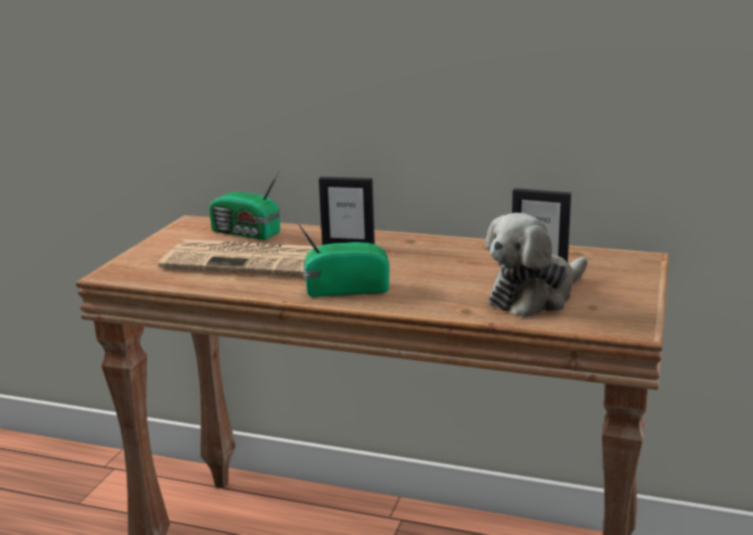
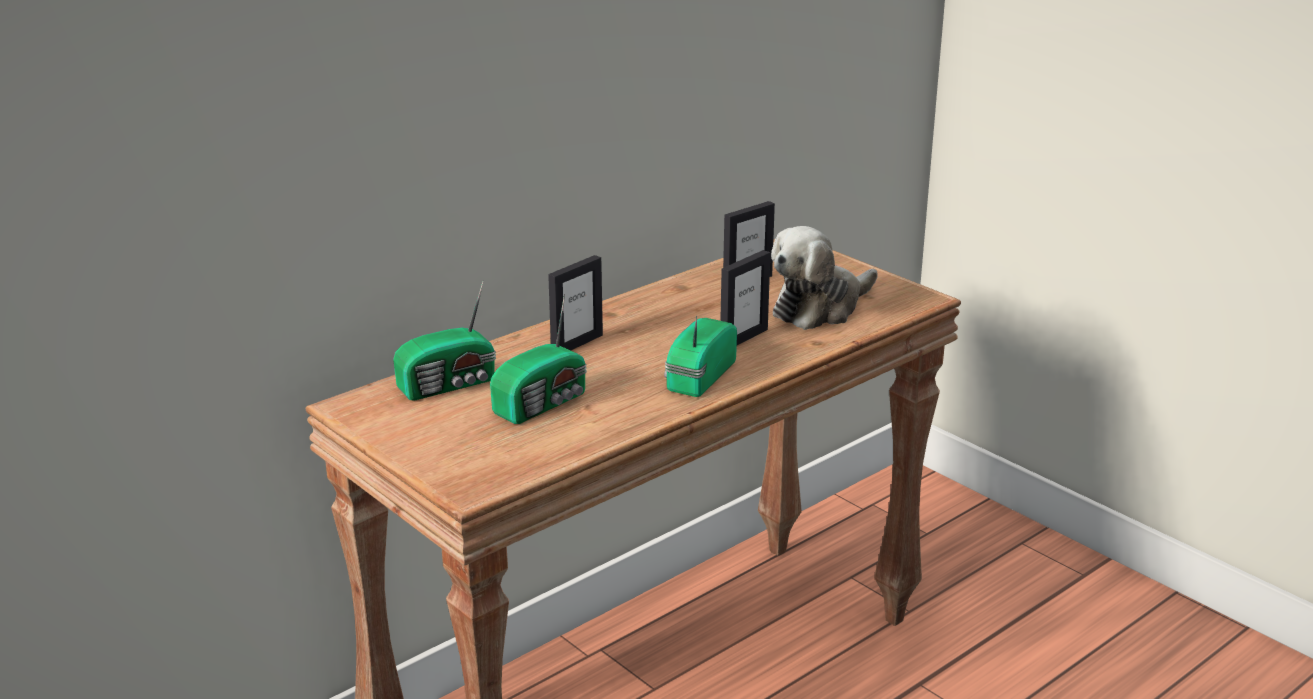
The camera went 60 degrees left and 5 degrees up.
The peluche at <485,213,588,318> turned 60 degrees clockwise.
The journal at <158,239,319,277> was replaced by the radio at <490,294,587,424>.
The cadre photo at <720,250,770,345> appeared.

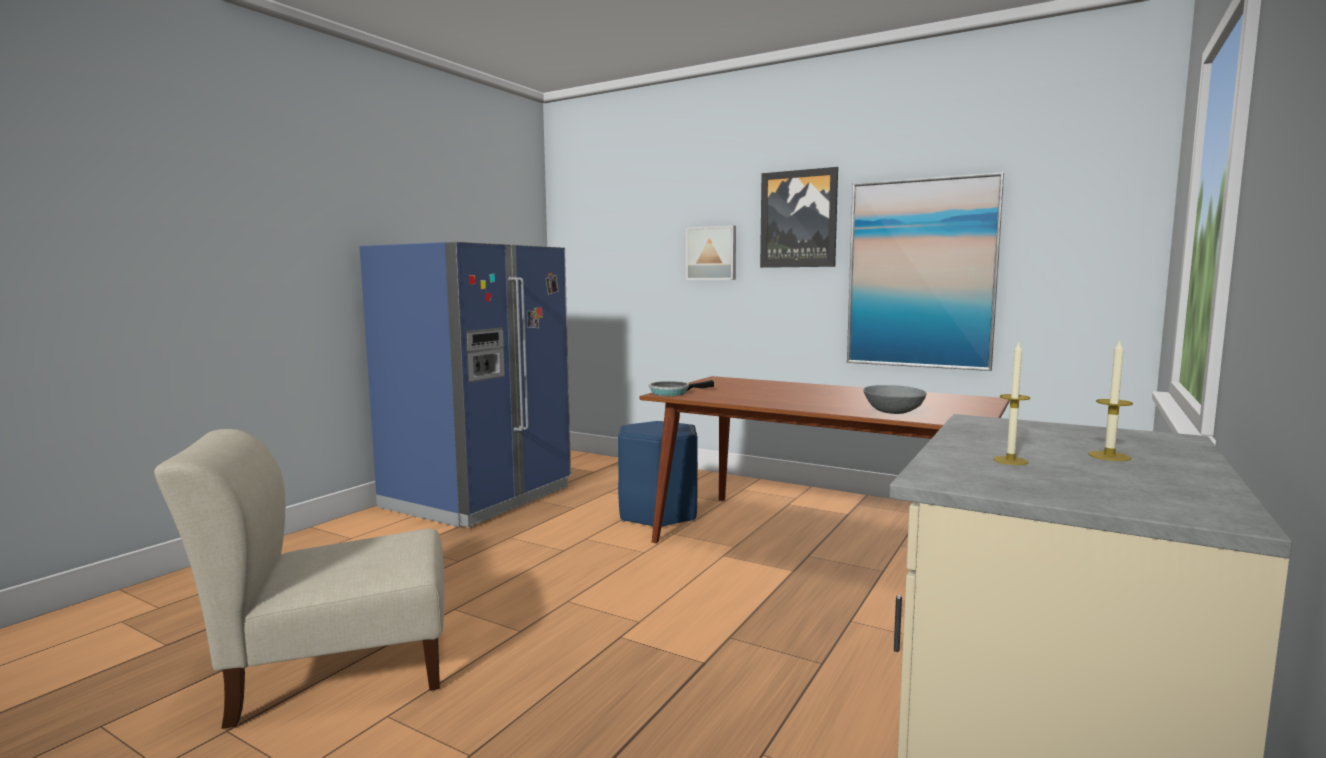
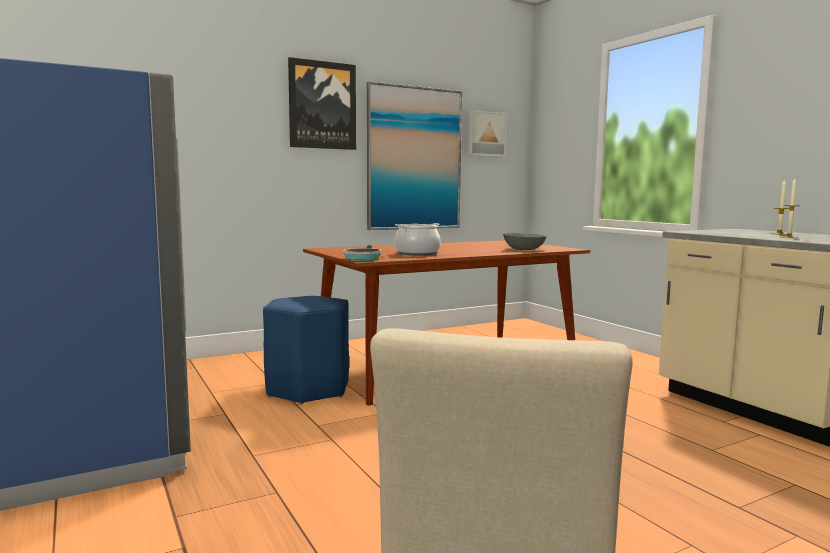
The camera went 60 degrees left and 0 degrees up.
The tableau moved from <686,225,736,280> to <468,110,507,157>.
The marmite at <394,223,441,256> appeared.

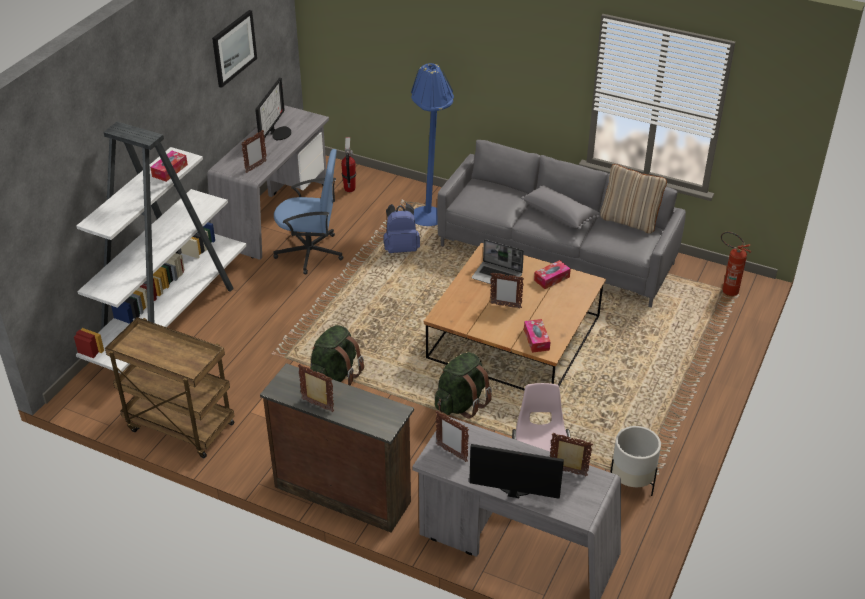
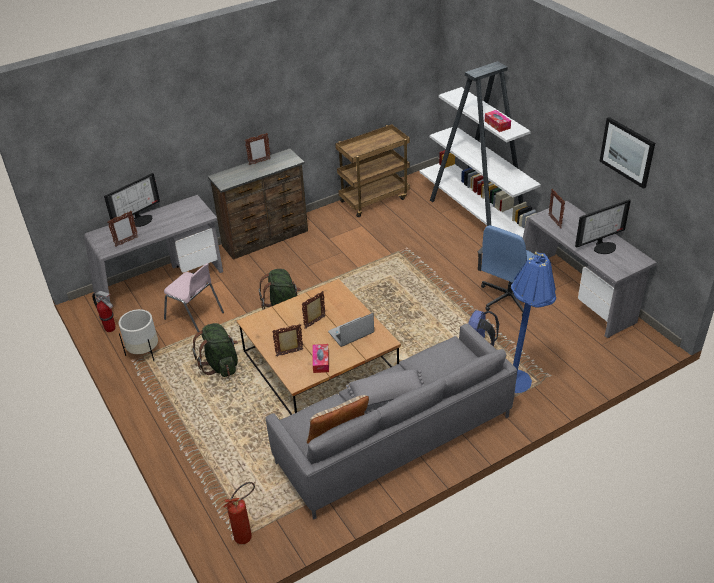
The camera went 125 degrees right and 0 degrees up.
The écran d'ordinateur at <255,78,291,140> turned 75 degrees counterclockwise.
The extincteur moved from <341,137,356,192> to <92,291,115,332>.
The boîte à mouchoirs at <524,319,550,353> disappeared.
The sac à dos (vert) moved from <310,325,364,385> to <192,323,238,377>.
The cadre photo moved from <436,411,469,462> to <272,324,303,357>.

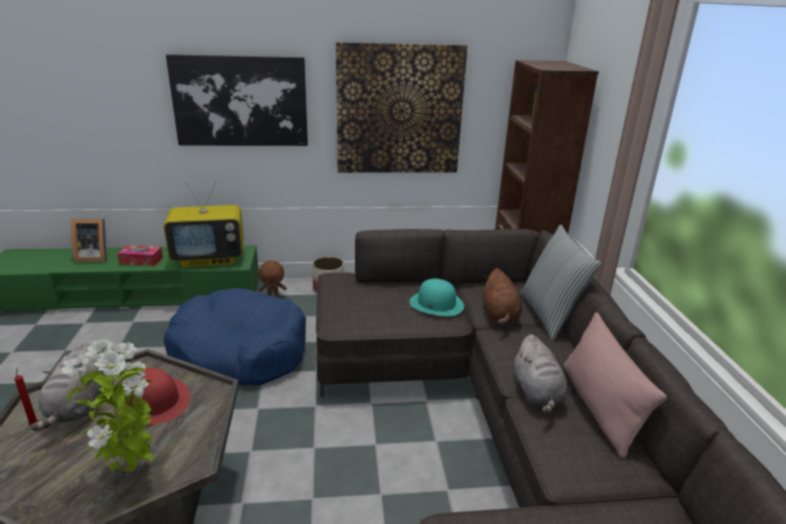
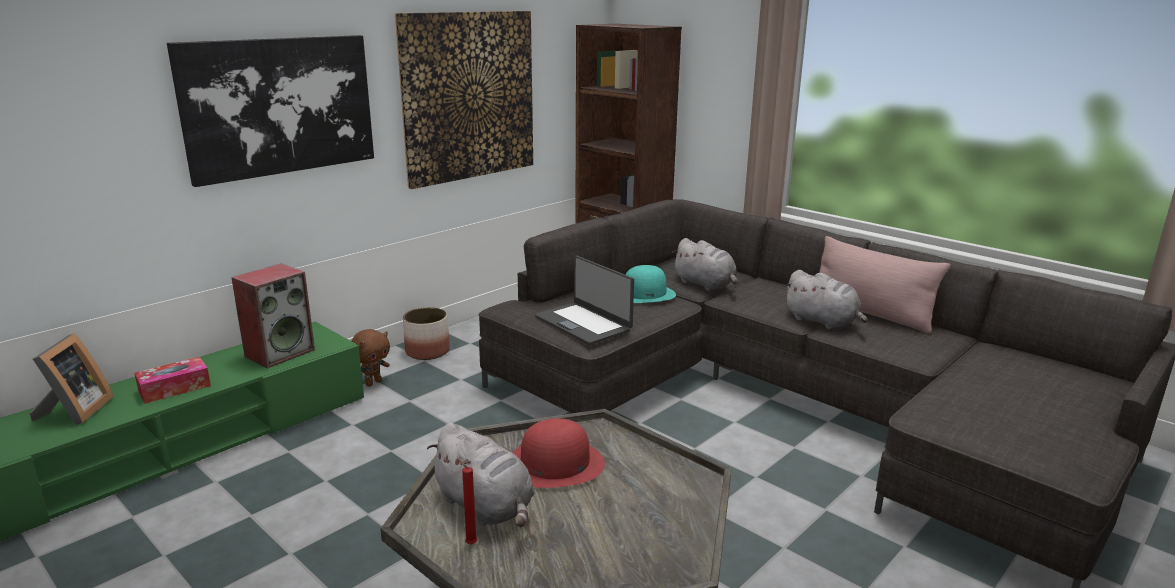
The camera went 40 degrees left and 5 degrees down.
The téléviseur at <164,182,244,268> was replaced by the enceinte at <231,263,315,369>.
The cadre photo at <71,219,107,262> turned 45 degrees counterclockwise.
The coussin at <520,225,602,341> disappeared.
The peluche (marron) at <483,268,522,325> became the peluche (gris) at <672,238,738,291>.
The panier pour chien (bleu) at <164,288,306,385> disappeared.
The plante en pot at <61,340,153,475> disappeared.
The ordinateur portable at <535,256,634,345> appeared.

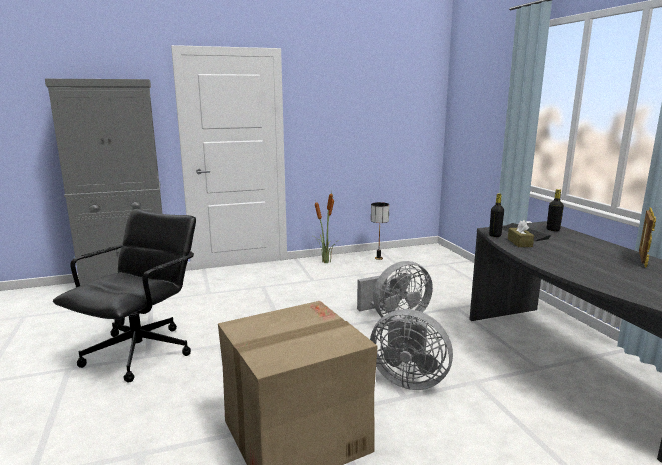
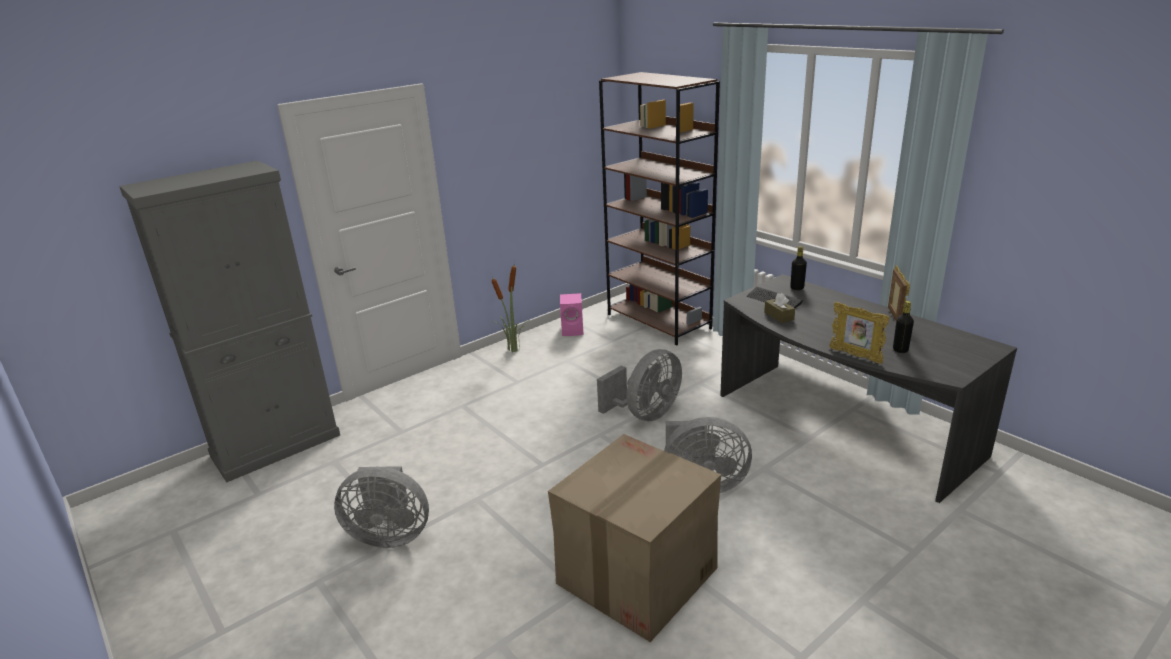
The camera went 20 degrees left and 10 degrees up.
The bouteille (noir) moved from <489,193,504,237> to <893,301,914,353>.
The lampe de table at <371,202,389,260> was replaced by the enceinte (rose) at <560,293,584,336>.
The chaise de bureau (noir) at <53,209,196,382> was replaced by the ventilateur (gris) at <334,466,429,548>.
The bibliothèque (marron) at <599,72,720,346> appeared.
The cadre photo at <829,302,890,364> appeared.

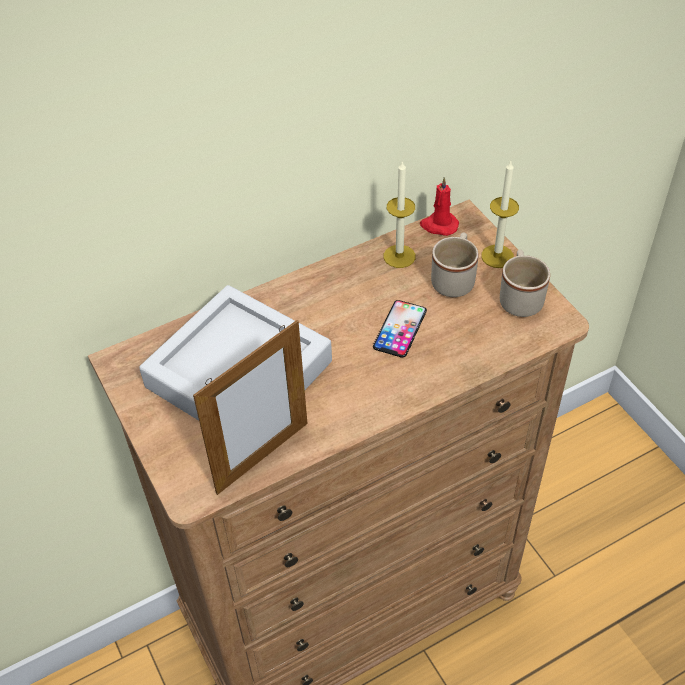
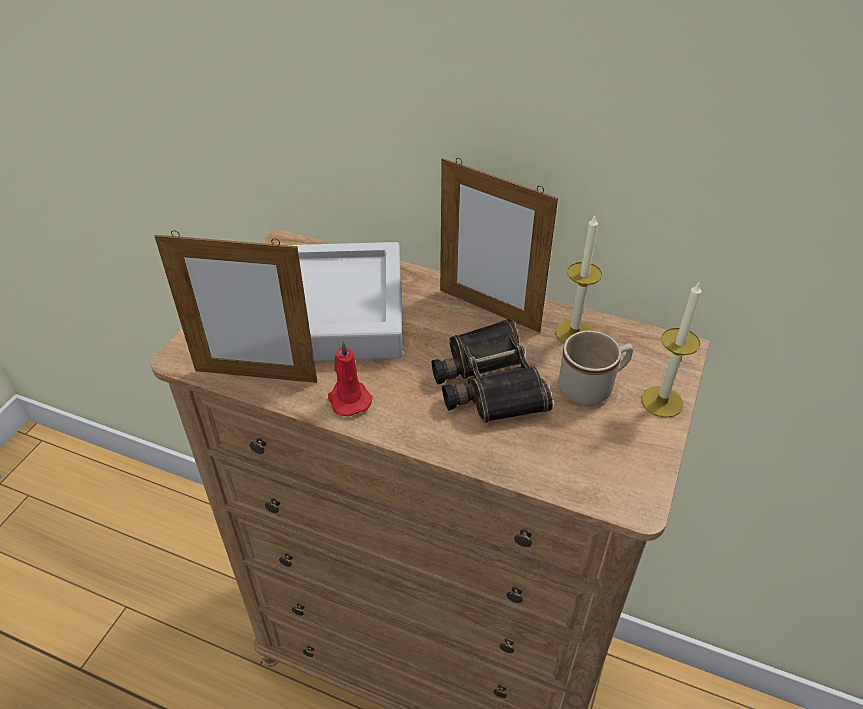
The camera went 50 degrees right and 5 degrees down.
The bougie (rouge) moved from <420,177,459,236> to <328,340,373,416>.
The mug (beige) at <500,250,550,317> disappeared.
The téléphone at <373,300,427,358> was replaced by the jumelles at <432,319,553,423>.
The cadre photo at <440,158,558,333> appeared.

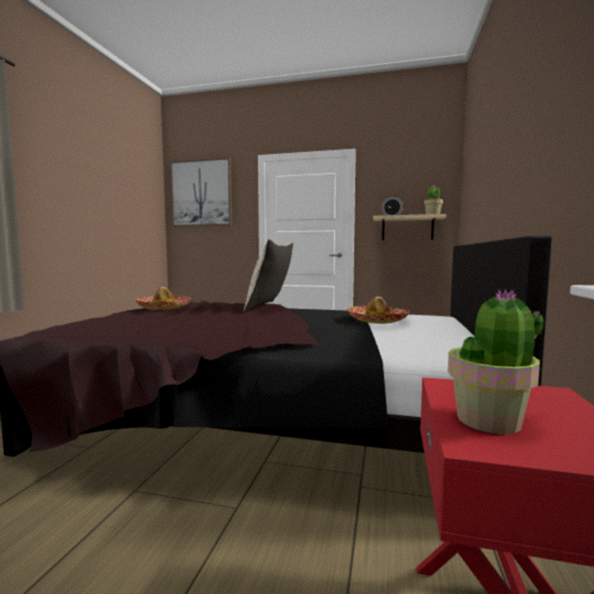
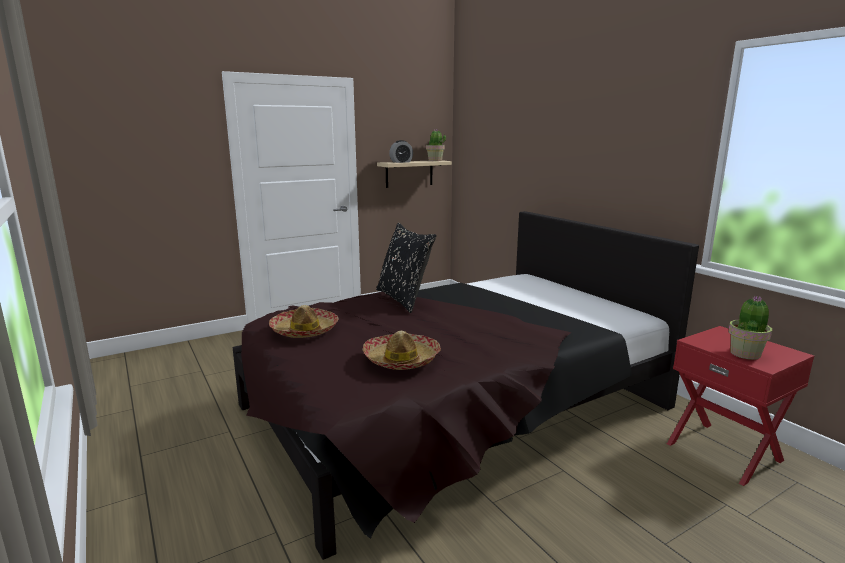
The camera went 45 degrees left and 10 degrees up.
The tableau at <170,158,232,226> disappeared.
The coussin (beige) at <244,239,293,312> became the coussin (noir) at <376,223,436,313>.
The chapeau moved from <347,297,410,324> to <363,331,441,370>.

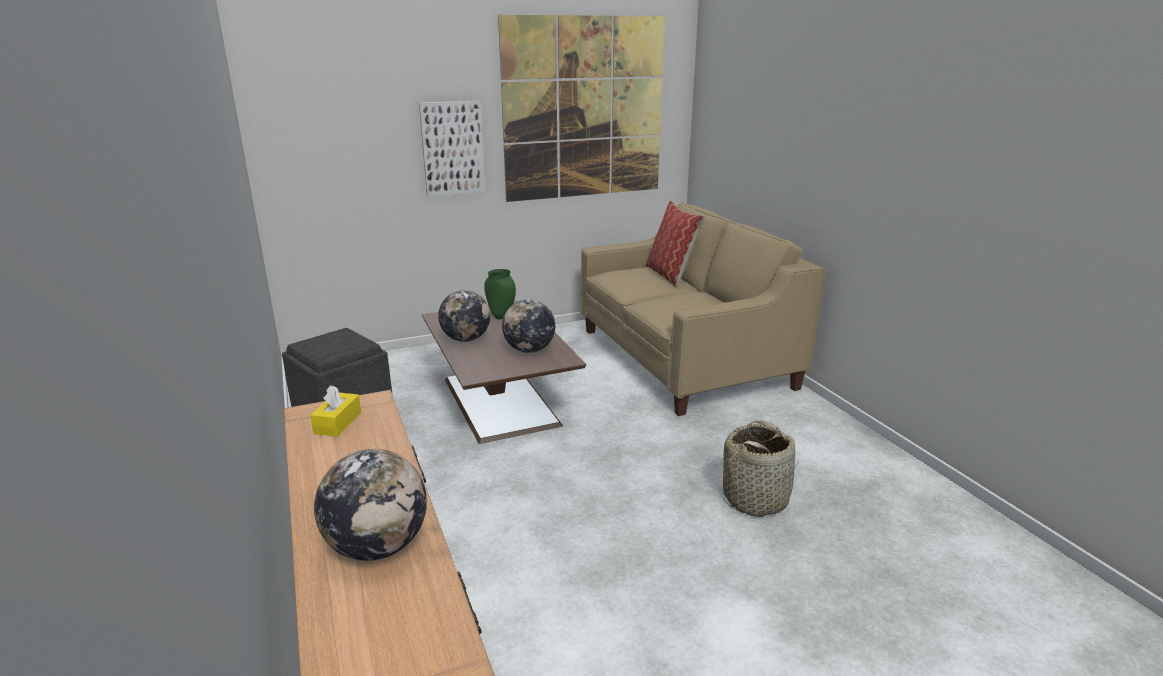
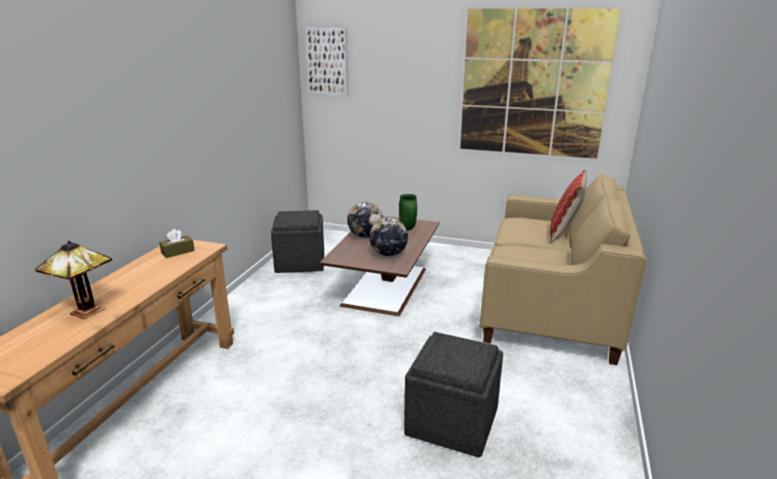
The camera went 40 degrees right and 0 degrees up.
The tableau moved from <419,101,485,197> to <306,28,348,96>.
The boîte à mouchoirs (jaune) at <310,385,361,437> became the boîte à mouchoirs (marron) at <159,229,195,258>.
The panier at <723,420,798,517> was replaced by the pouf (gris) at <404,332,503,457>.
The globe at <314,449,427,561> was replaced by the lampe de table at <35,241,112,319>.

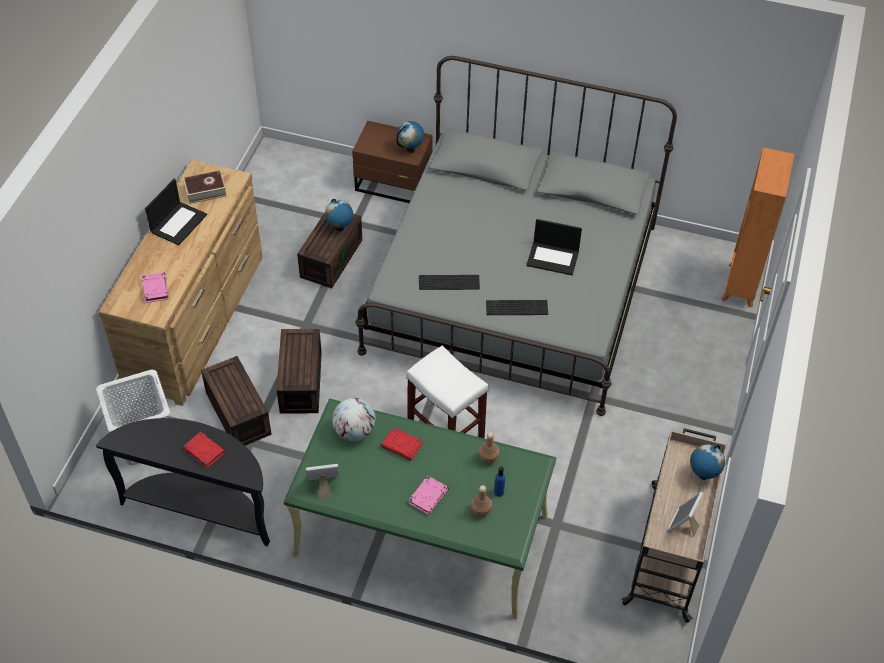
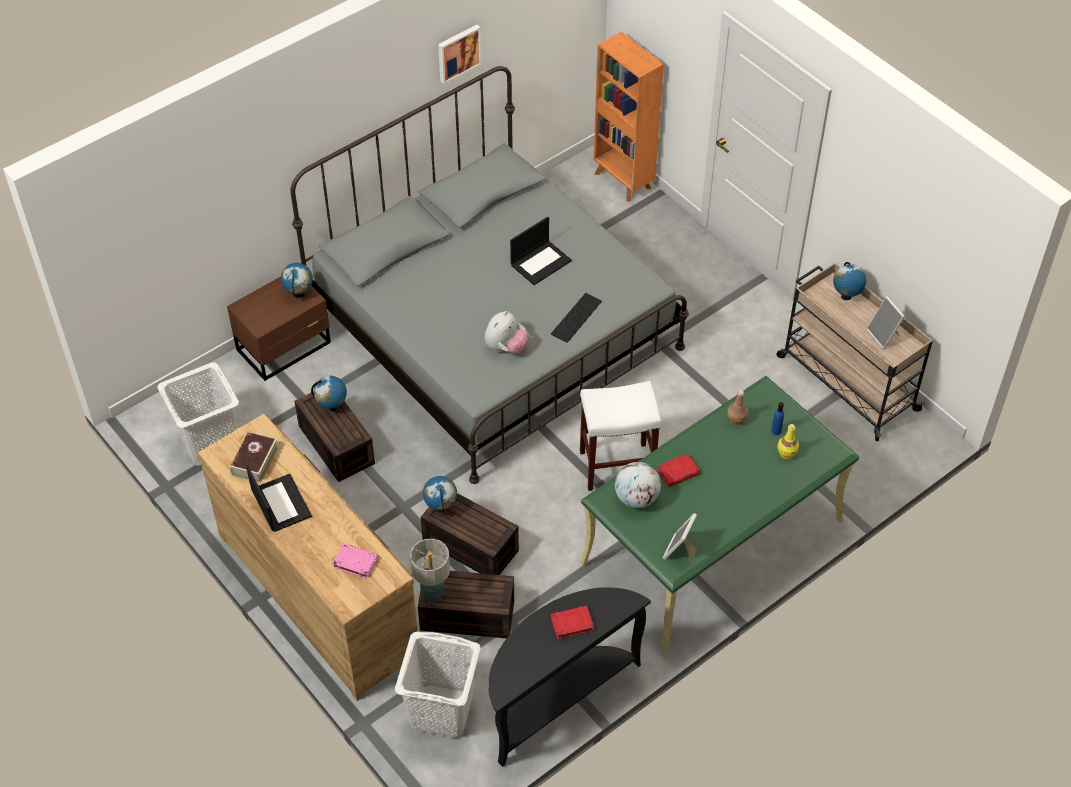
The camera went 55 degrees left and 0 degrees up.
The clavier at <419,275,480,290> was replaced by the peluche at <484,311,529,354>.
The livre (rose) at <408,476,449,515> disappeared.
The bouteille (marron) at <471,485,492,518> became the bouteille (jaune) at <777,424,799,459>.
The tableau at <438,25,482,84> appeared.
The panier à linge (blanc) at <158,362,239,466> appeared.
The globe at <423,476,457,513> appeared.
The lampe de table at <410,539,450,603> appeared.

